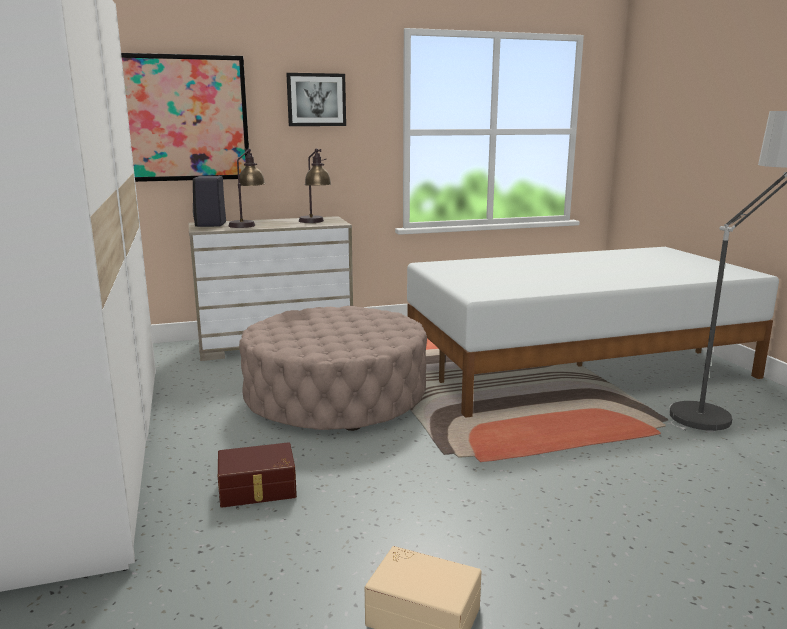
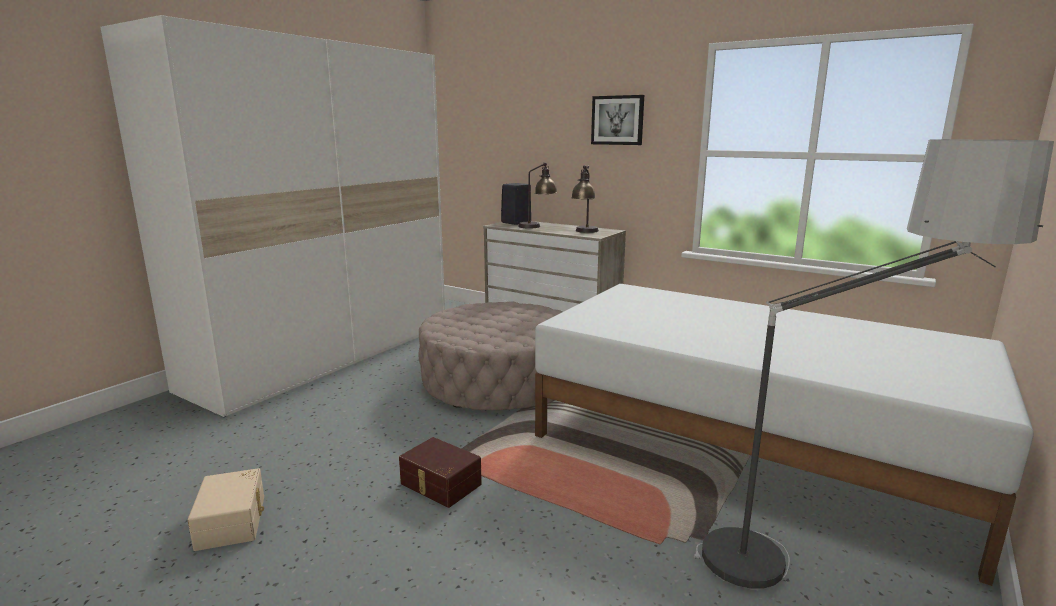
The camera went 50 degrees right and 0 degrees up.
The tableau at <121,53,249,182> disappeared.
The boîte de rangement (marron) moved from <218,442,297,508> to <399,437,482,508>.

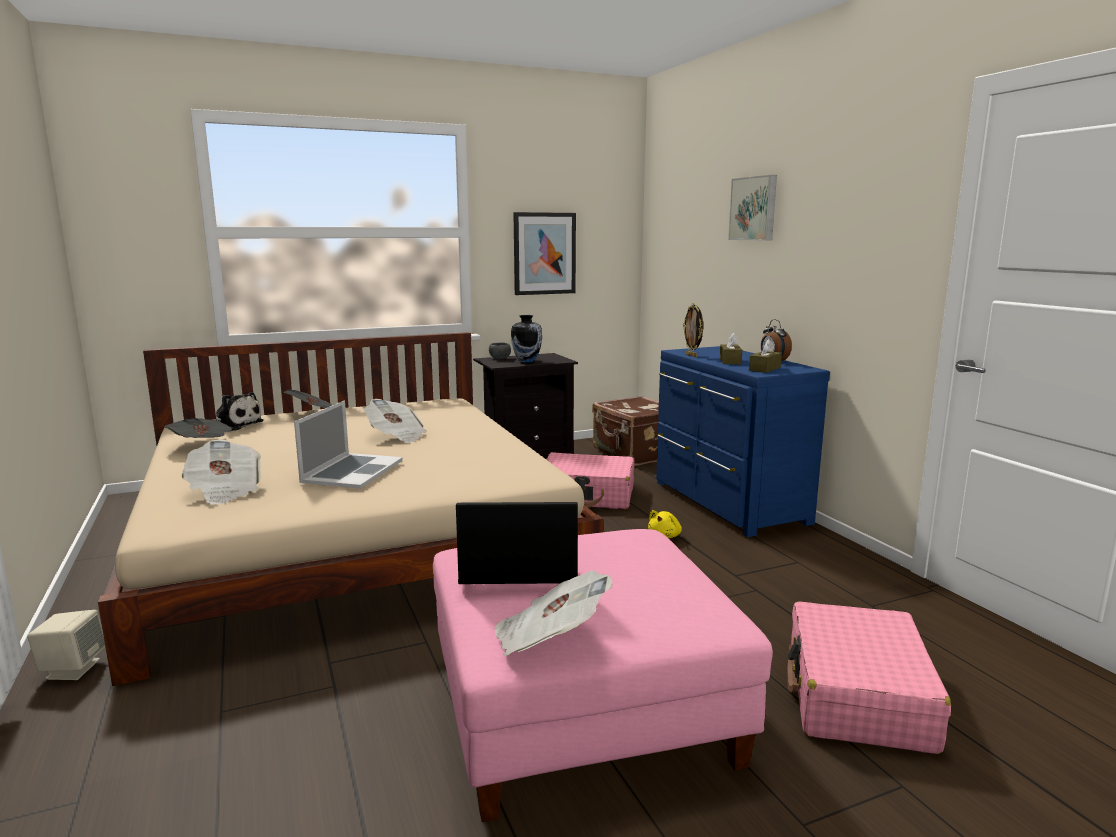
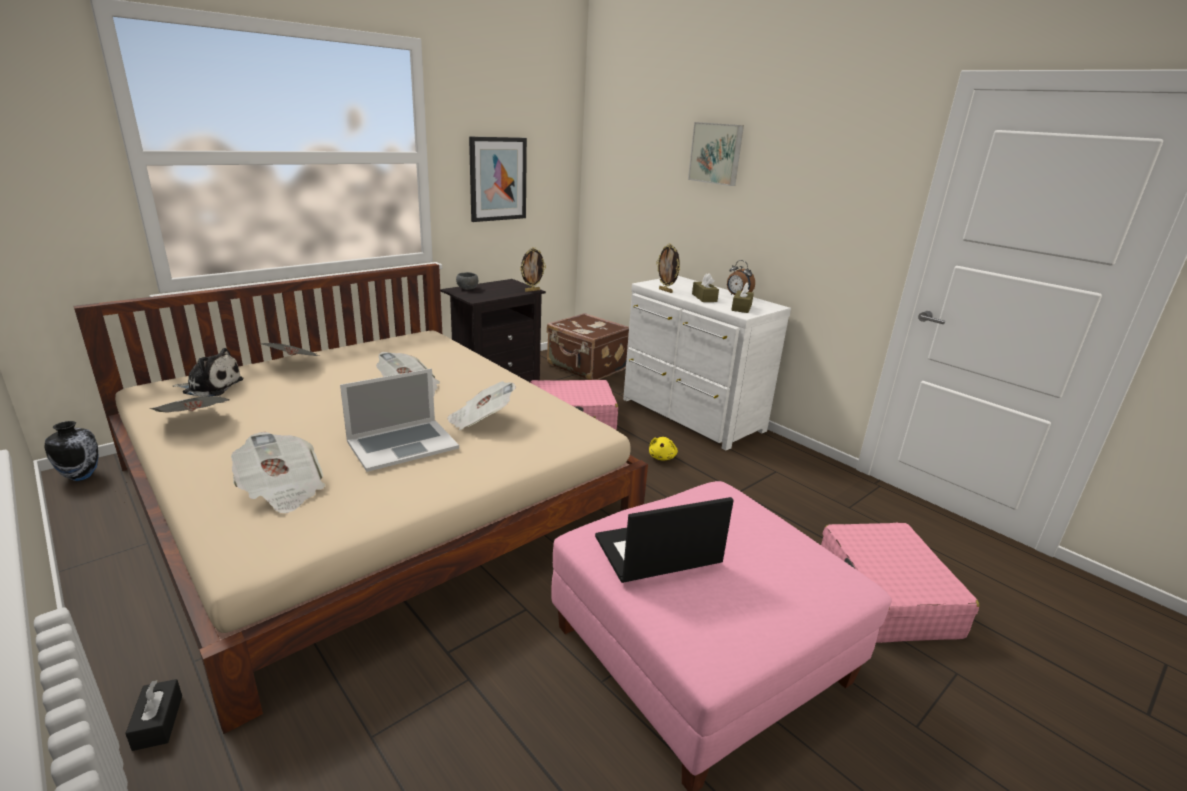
The camera went 20 degrees left and 10 degrees up.
The vase moved from <511,315,542,363> to <44,421,98,481>.
The commode (bleu) at <656,346,830,537> became the commode (blanc) at <623,276,791,451>.
The ordinateur portable at <294,401,403,489> turned 60 degrees clockwise.
The journal moved from <494,570,612,656> to <447,381,516,430>.
The enceinte (beige) at <27,610,106,680> was replaced by the boîte à mouchoirs (noir) at <125,679,182,751>.
The cadre photo at <520,247,546,292> appeared.

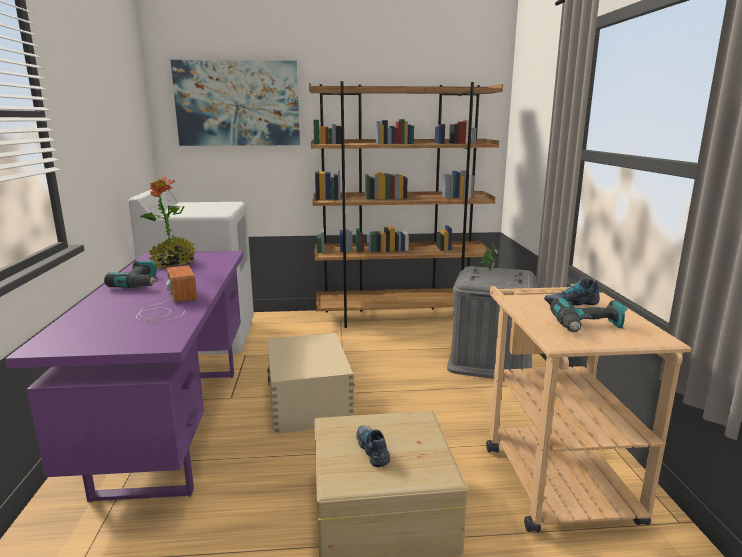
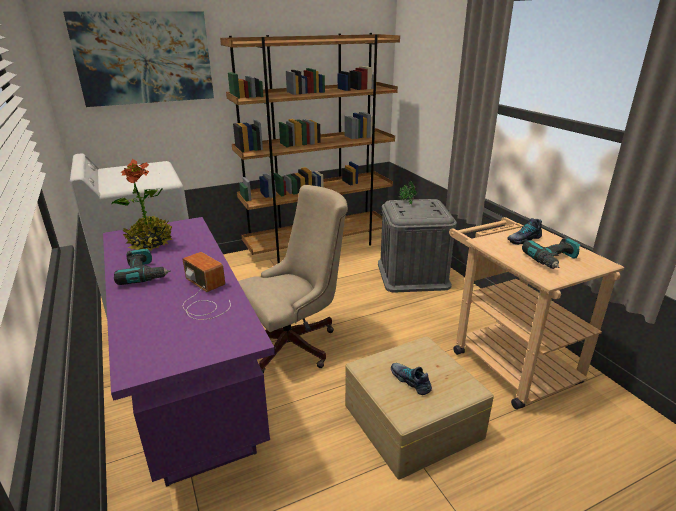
The camera went 20 degrees left and 10 degrees up.
The boîte de rangement (beige) at <267,333,354,434> was replaced by the chaise de bureau (beige) at <238,185,348,374>.

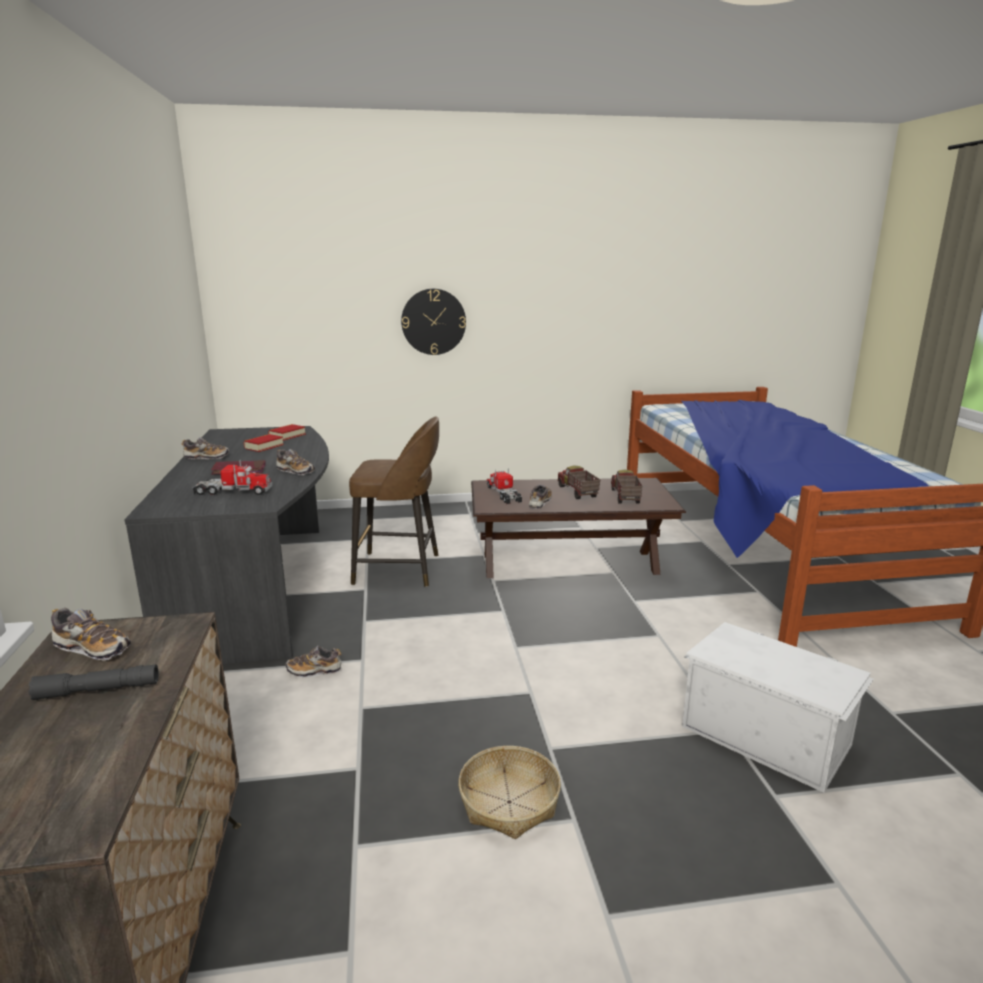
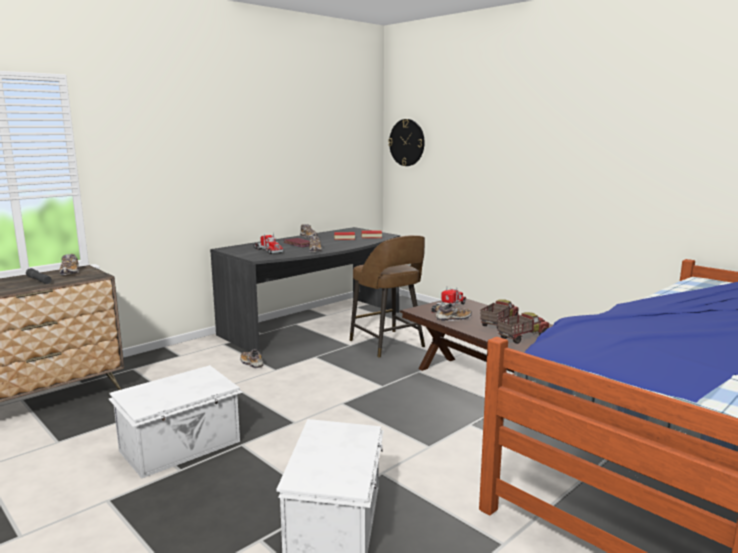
The camera went 55 degrees right and 5 degrees down.
The horloge murale moved from <401,289,466,355> to <388,119,425,166>.
The panier at <458,746,561,839> was replaced by the boîte de rangement (blanc) at <109,365,243,478>.

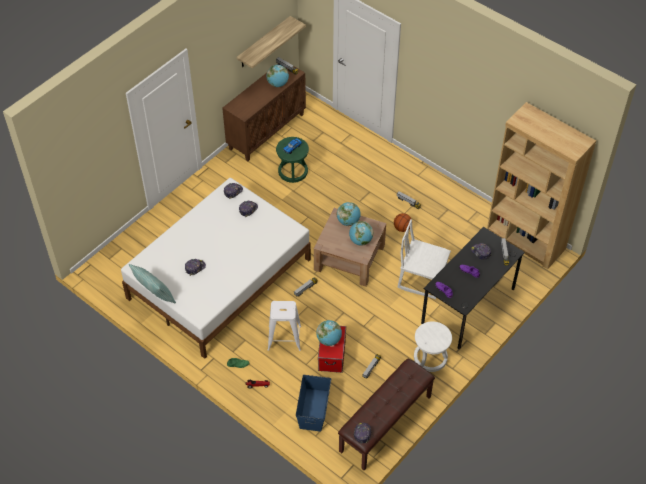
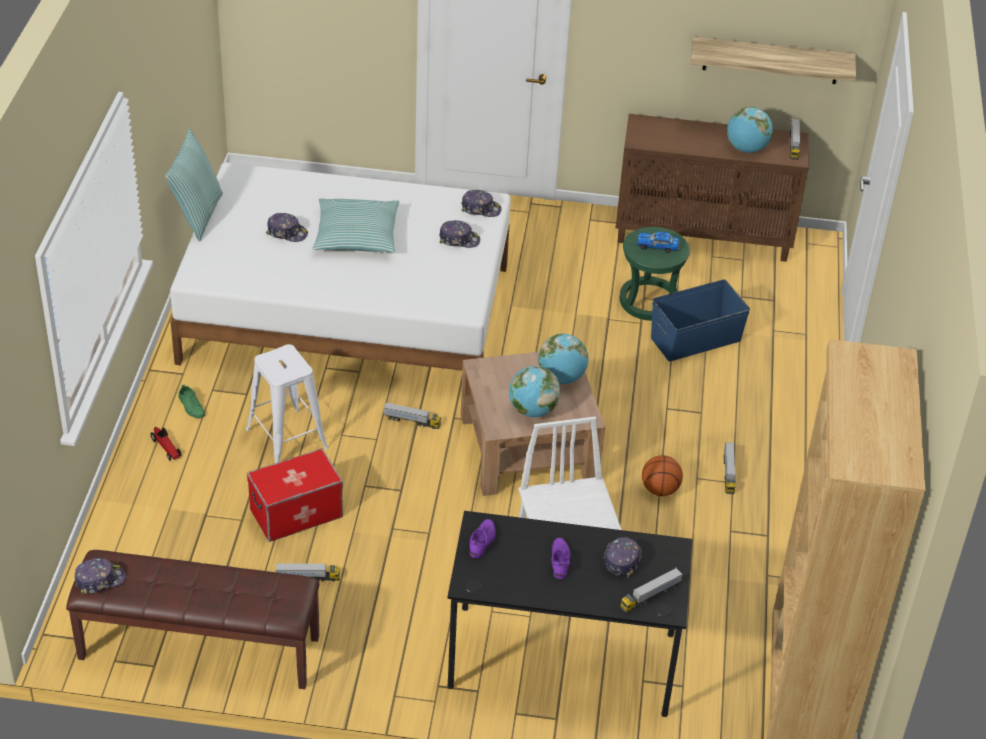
The camera went 55 degrees right and 10 degrees down.
The globe at <316,320,342,346> disappeared.
The tabouret (blanc) at <414,321,452,372> disappeared.
The boîte de rangement (bleu) moved from <296,375,331,432> to <651,279,750,361>.
The coussin at <313,198,399,253> appeared.

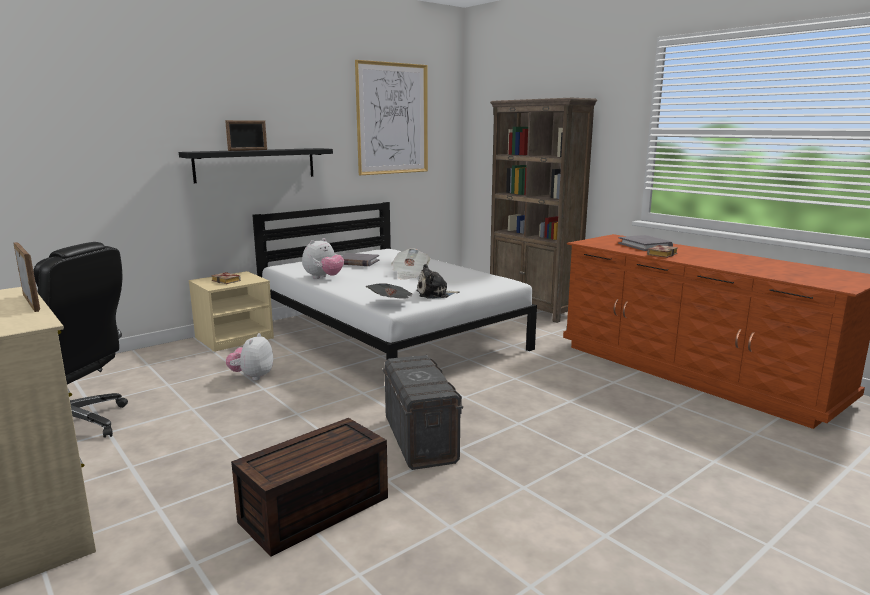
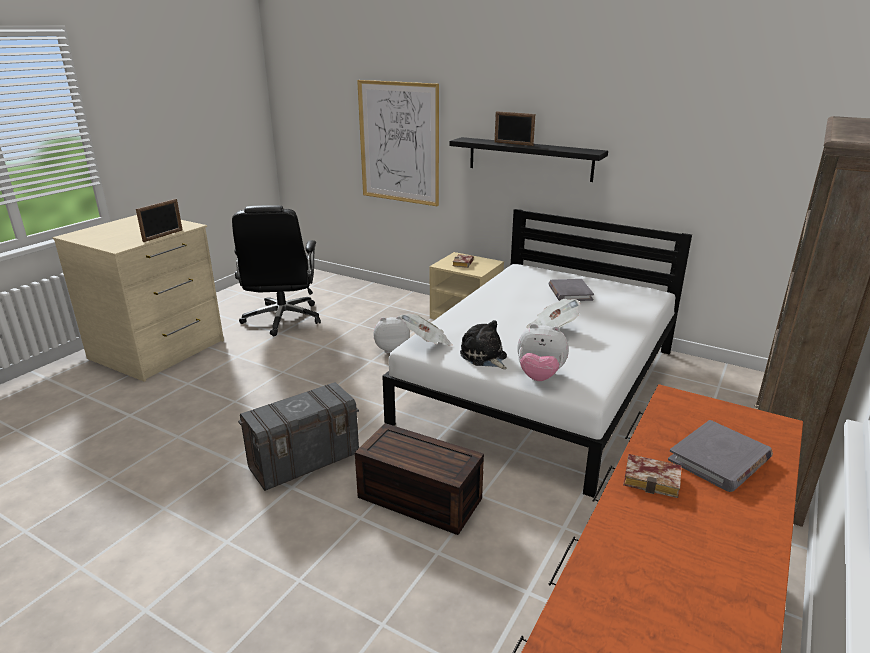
The camera went 70 degrees right and 10 degrees up.
The tableau moved from <355,60,428,175> to <357,80,439,206>.
The peluche moved from <302,238,344,279> to <517,324,569,381>.
The boîte de rangement (marron) moved from <231,418,388,557> to <355,423,484,535>.

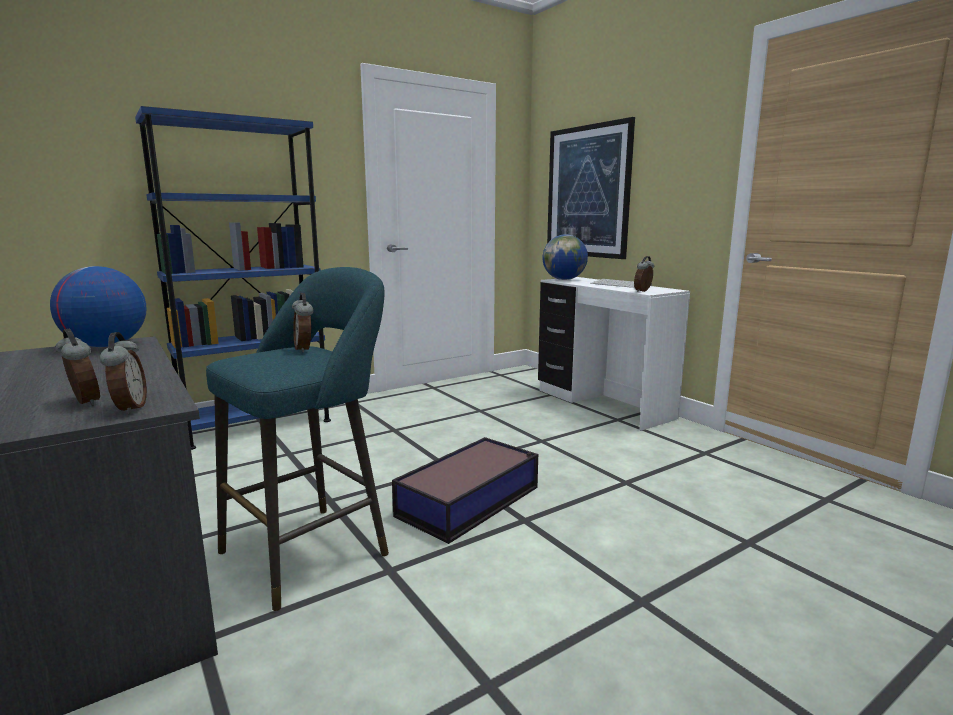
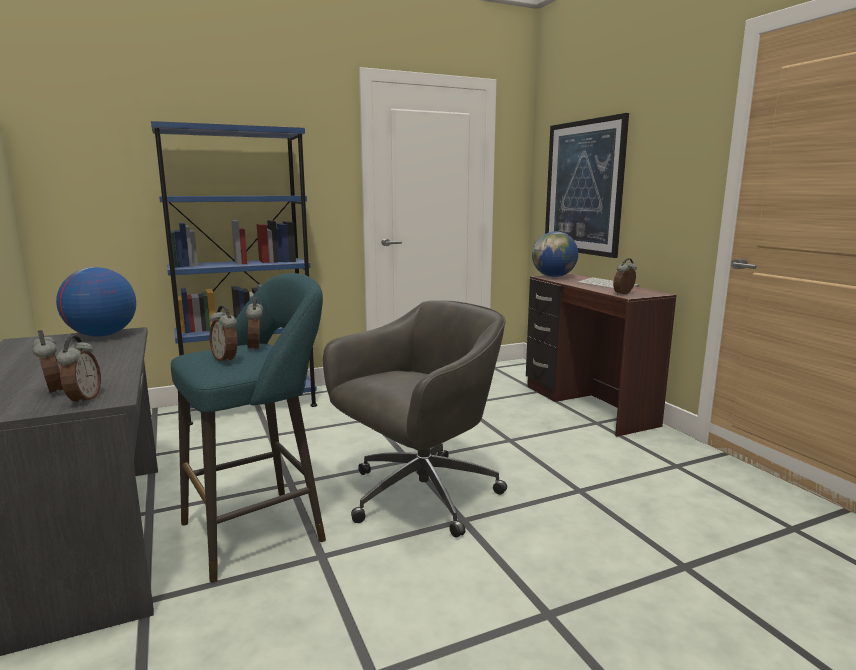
The camera went 10 degrees right and 0 degrees up.
The bureau (blanc) at <538,277,690,431> became the bureau (marron) at <526,274,676,437>.
The boîte de rangement at <392,437,538,544> was replaced by the chaise de bureau (gris) at <323,300,507,538>.
The réveil at <210,306,238,363> appeared.

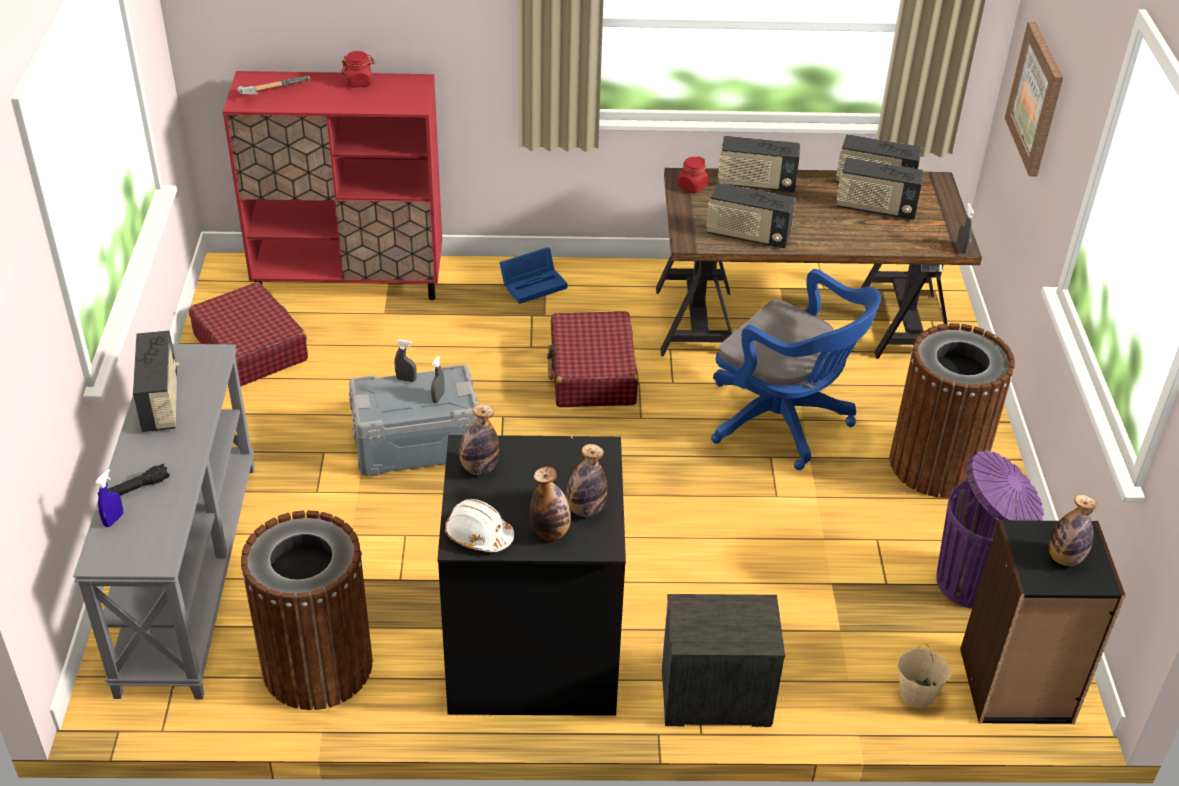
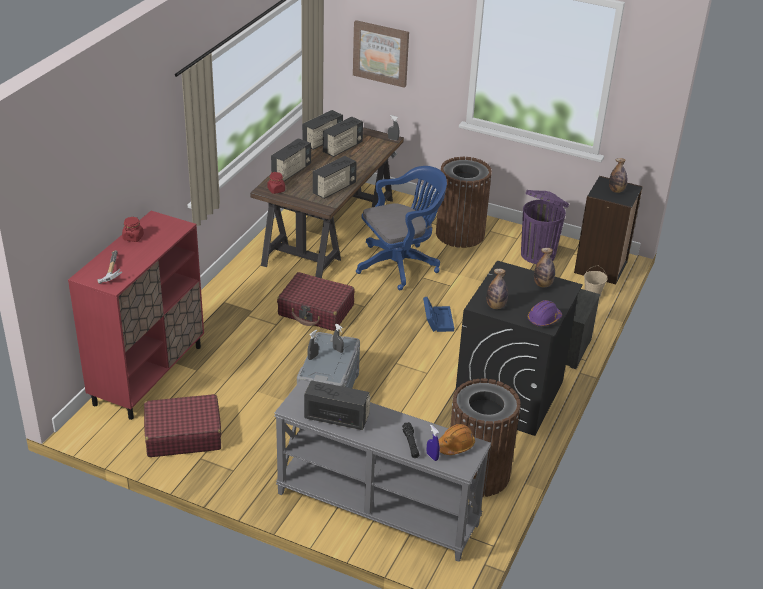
The camera went 65 degrees left and 5 degrees down.
The boîte de rangement (bleu) moved from <499,247,567,304> to <423,297,454,332>.
The bouteille at <530,467,571,540> disappeared.
The casque de chantier (blanc) at <445,499,514,552> became the casque de chantier (violet) at <527,300,562,326>.
The casque de chantier (orange) at <438,424,475,455> appeared.

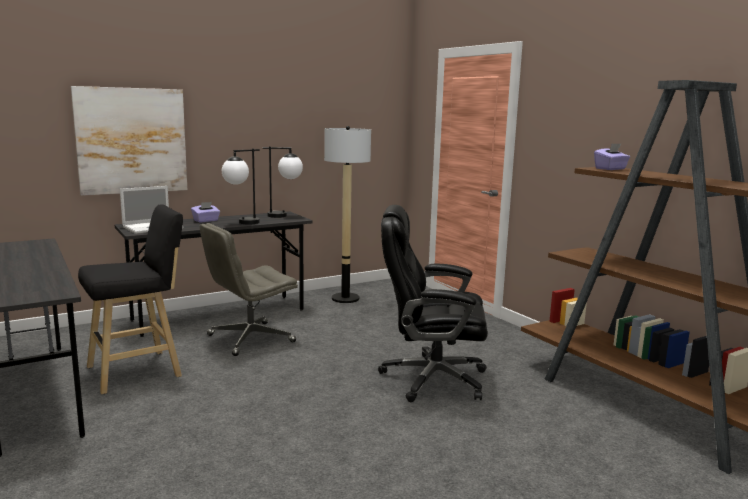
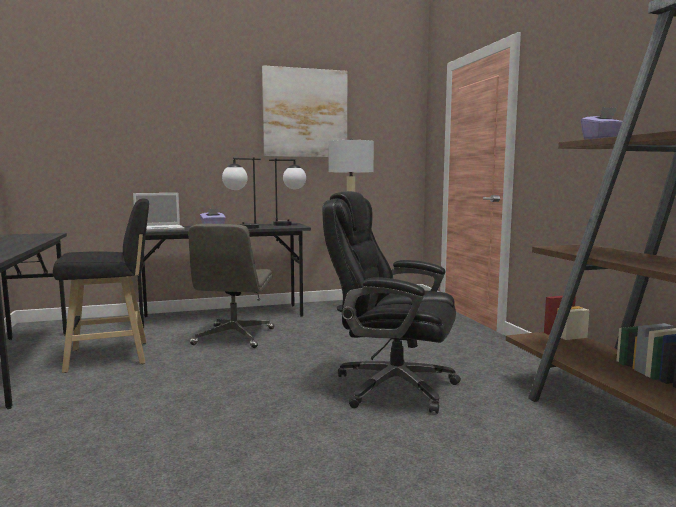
The camera went 15 degrees right and 5 degrees down.
The tableau moved from <71,86,187,196> to <262,65,347,157>.
The chaise de bureau (gris) at <200,223,298,356> turned 60 degrees counterclockwise.

